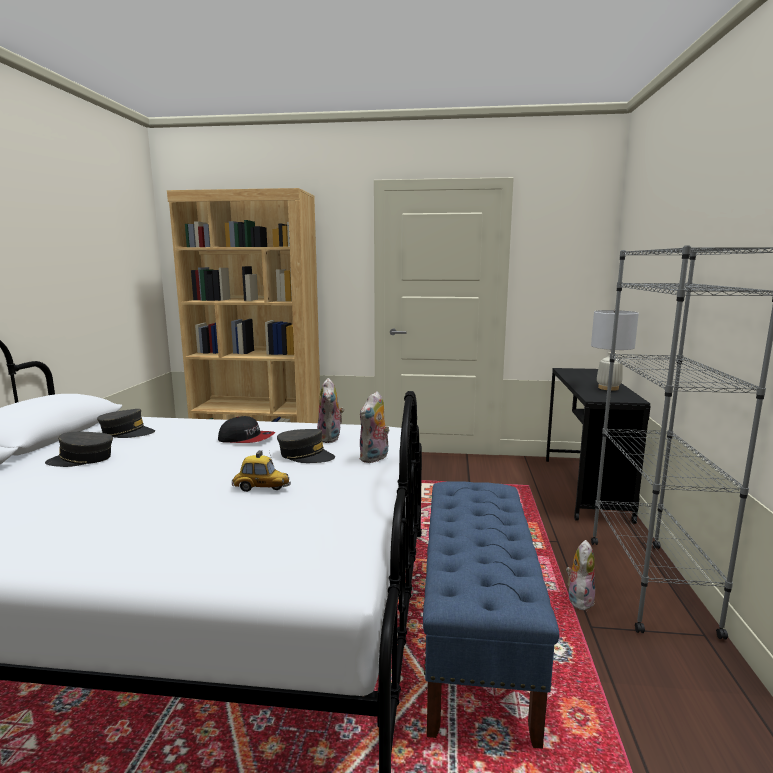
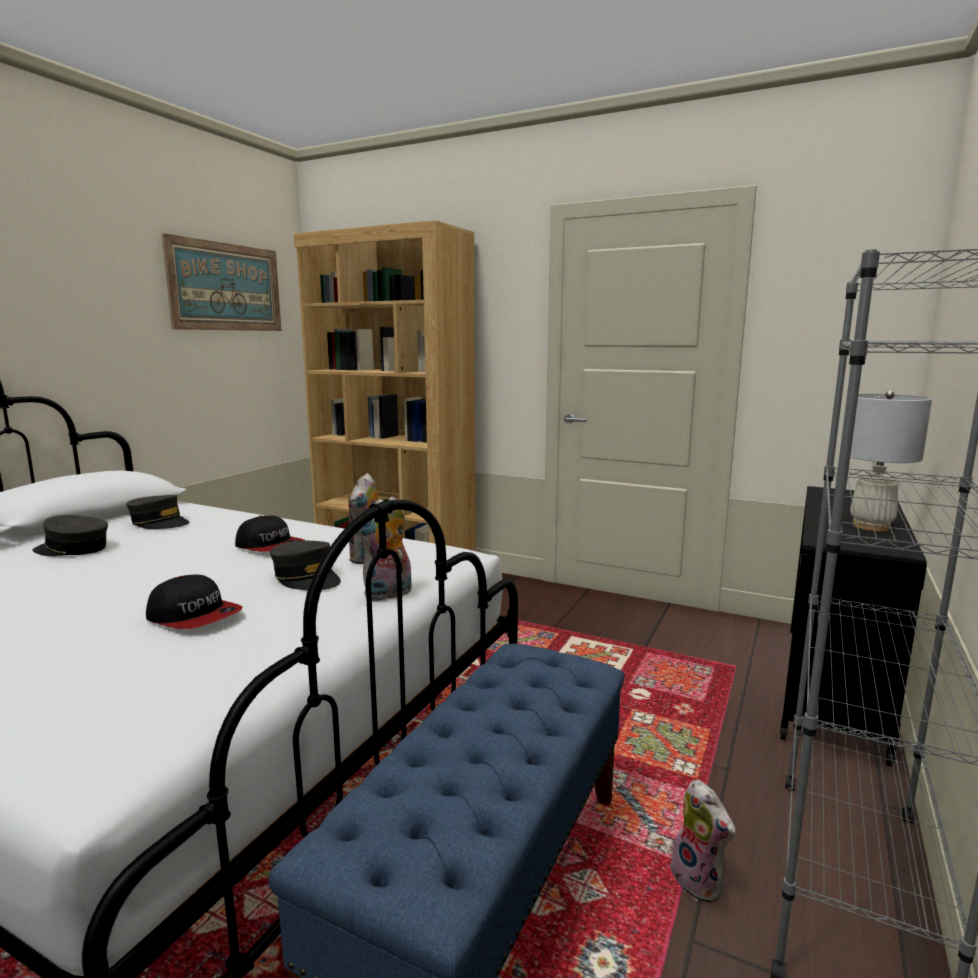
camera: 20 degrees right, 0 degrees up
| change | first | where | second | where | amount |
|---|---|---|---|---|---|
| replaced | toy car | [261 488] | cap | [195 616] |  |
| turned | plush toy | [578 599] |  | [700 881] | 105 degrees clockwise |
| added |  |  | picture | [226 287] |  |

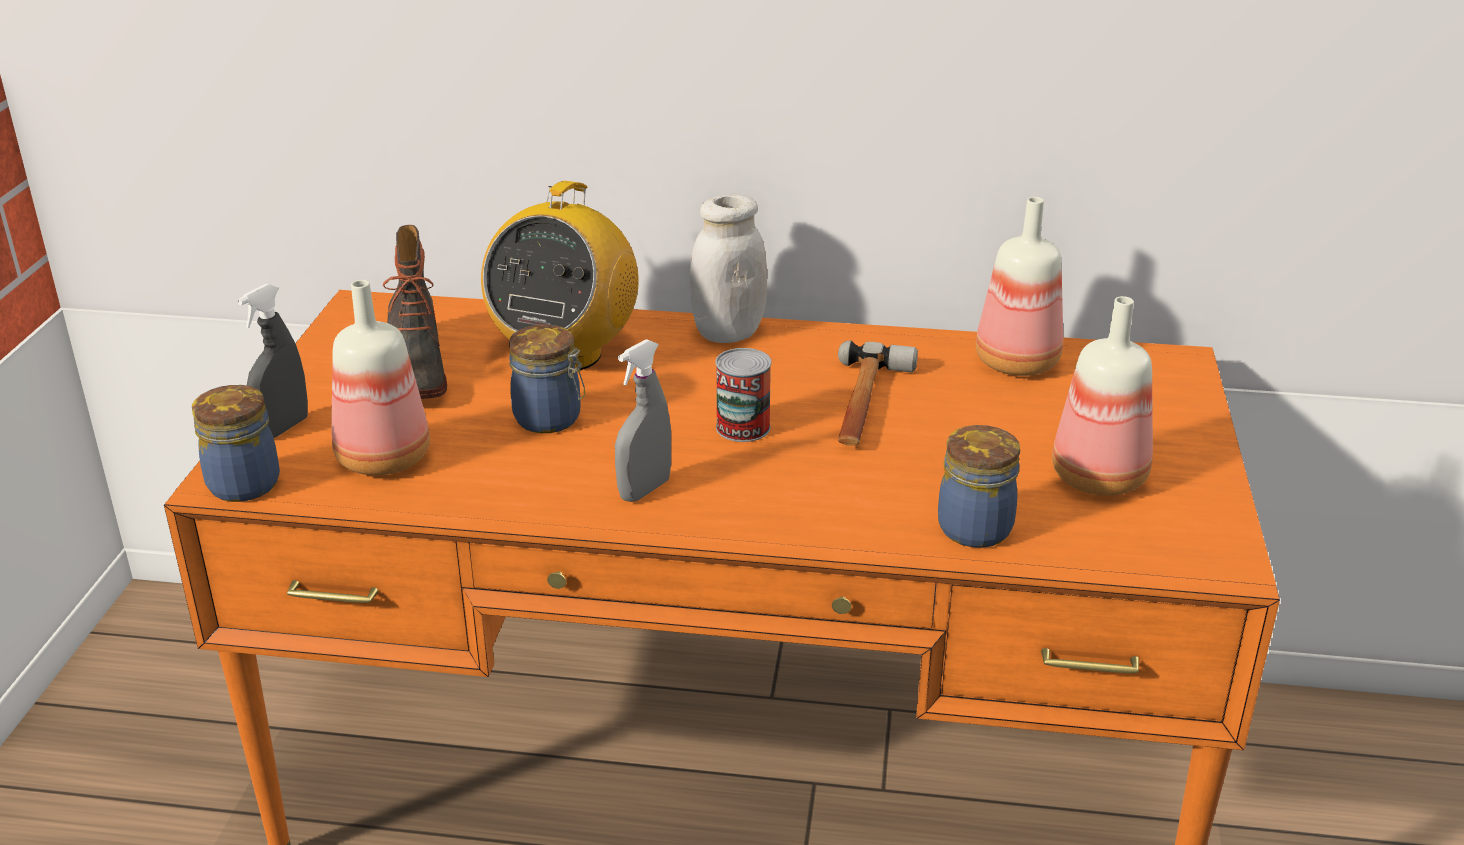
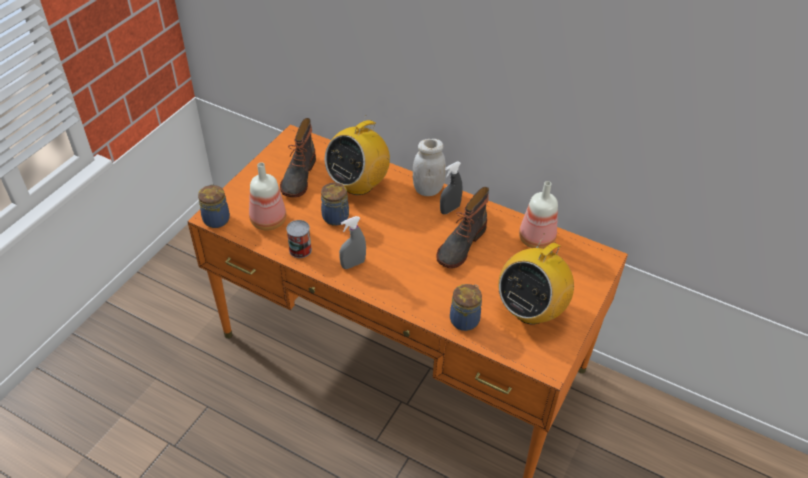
camera: 20 degrees right, 15 degrees up
| change | first | where | second | where | amount |
|---|---|---|---|---|---|
| moved | spray bottle (grey) | [283 428] |  | [450 209] |  |
| replaced | bottle | [1101 477] | radio | [530 310] |  |
| replaced | hammer | [866 405] | boot | [460 245] |  |
| moved | can | [743 427] |  | [300 249] |  |

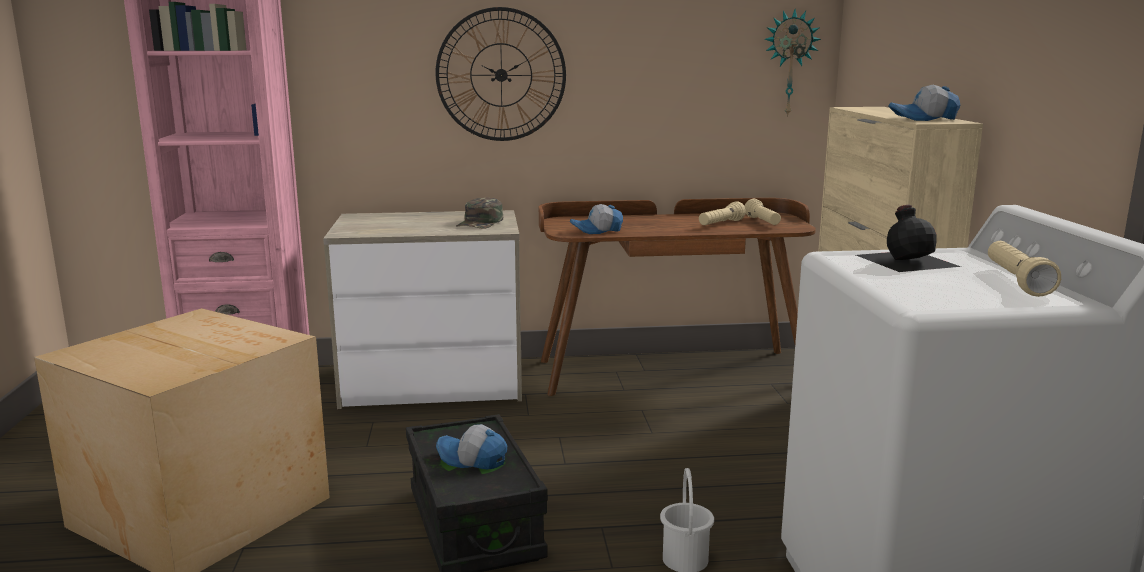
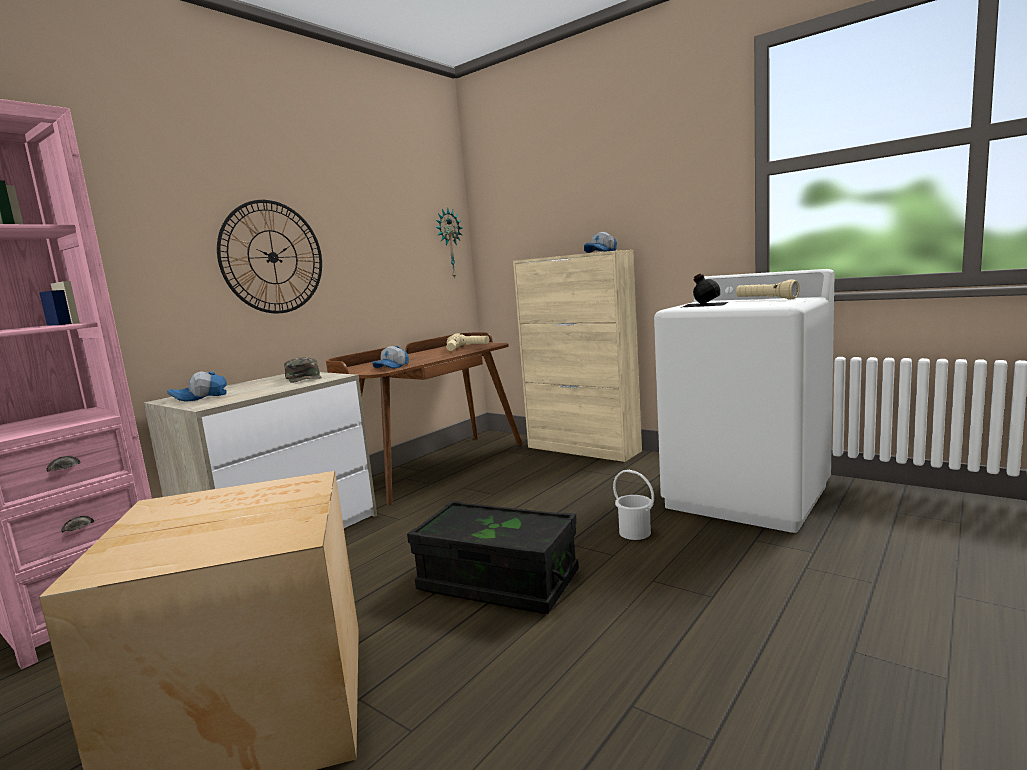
camera: 45 degrees left, 5 degrees down
| change | first | where | second | where | amount |
|---|---|---|---|---|---|
| moved | cap | [472 459] |  | [200 397] |  |

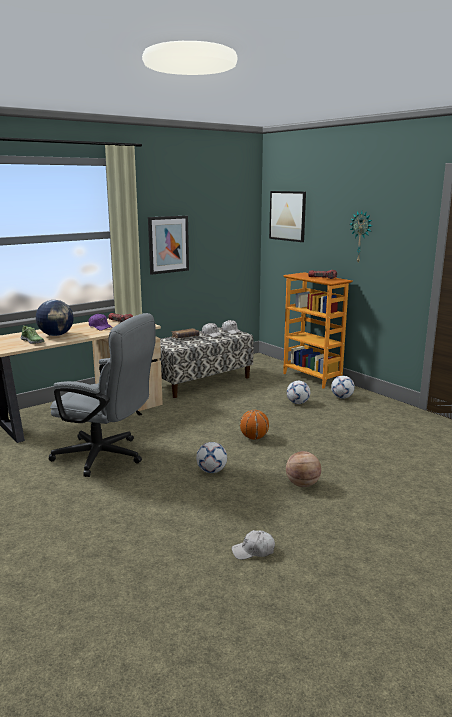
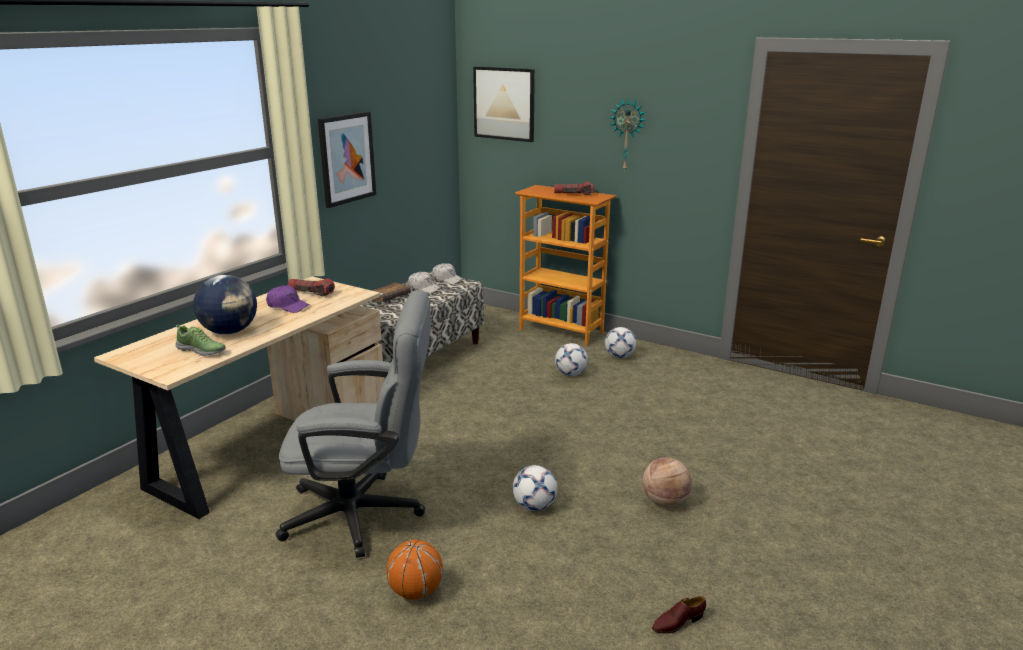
camera: 20 degrees left, 5 degrees up
| change | first | where | second | where | amount |
|---|---|---|---|---|---|
| moved | basketball | [254 438] |  | [415 592] |  |
| replaced | cap (white) | [253 551] | shoe (brown) | [677 622] |  |

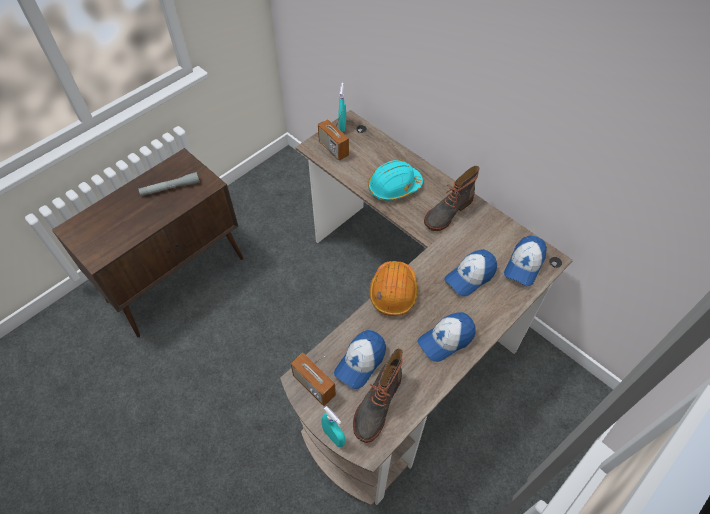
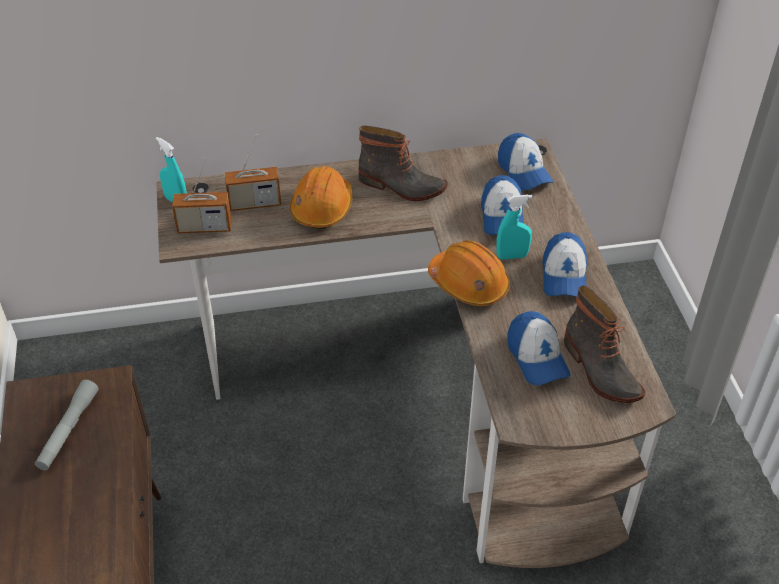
camera: 55 degrees left, 10 degrees down
| change | first | where | second | where | amount |
|---|---|---|---|---|---|
| recoloured | hard hat (turquoise) | [394 187] | hard hat (orange) | [322 208] |  |
| turned | boot | [447 211] |  | [401 187] | 60 degrees counterclockwise |
| moved | radio | [314 385] |  | [254 203] |  |
| moved | spray bottle (turquoise) | [334 437] |  | [512 256] |  |

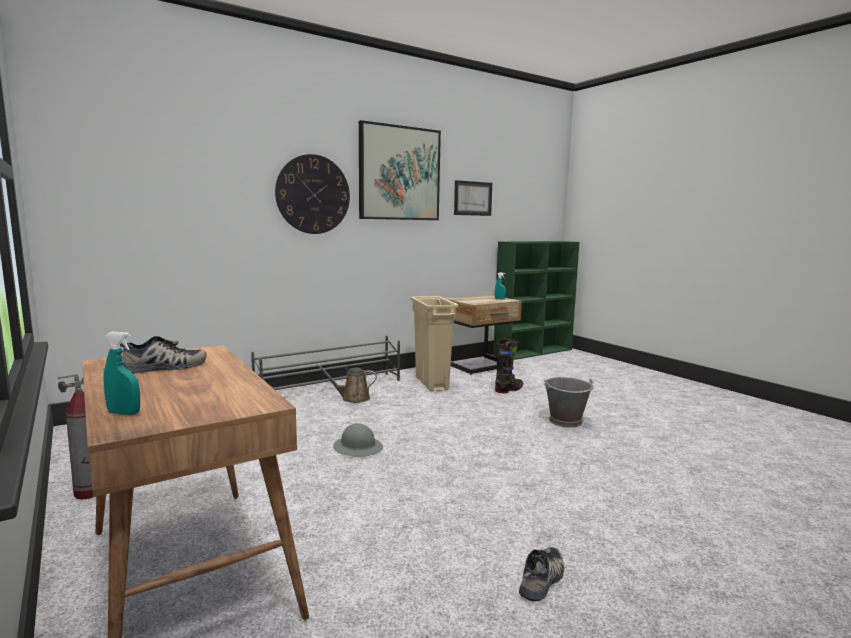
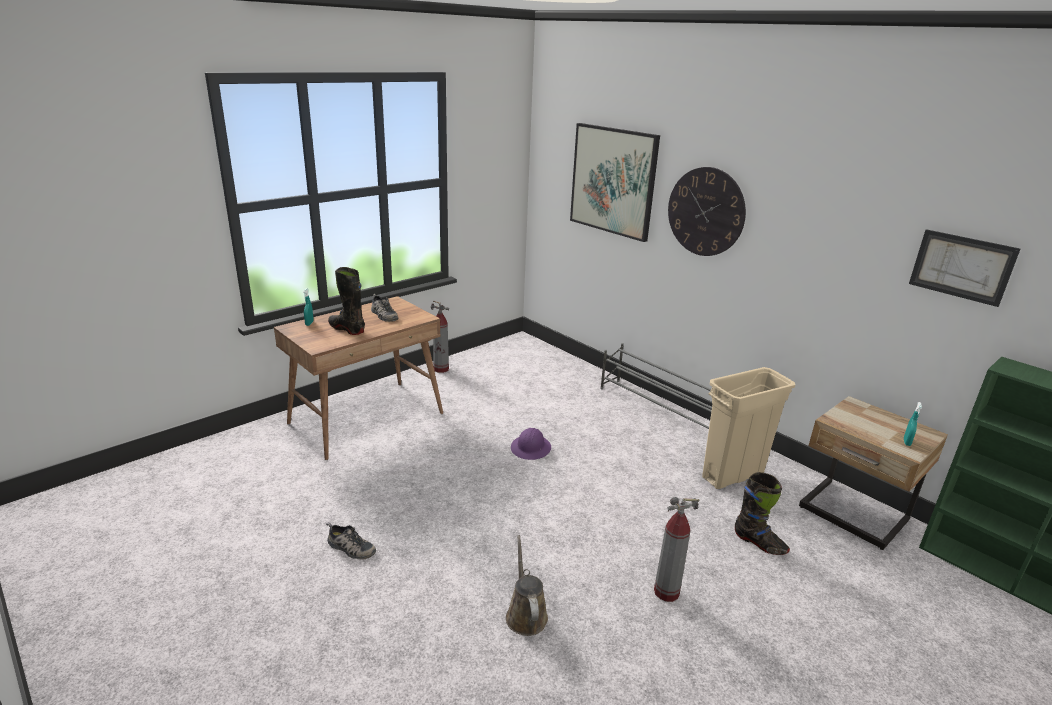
camera: 80 degrees right, 15 degrees up
| change | first | where | second | where | amount |
|---|---|---|---|---|---|
| moved | picture | [399 173] |  | [613 181] |  |
| moved | watering can (brown) | [352 398] |  | [525 614] |  |
| replaced | bucket (grey) | [566 421] | fire extinguisher | [666 592] |  |
| recoloured | hard hat (grey) | [358 448] | hard hat (purple) | [531 448] |  |
| added |  |  | boot (black) | [347 329] |  |

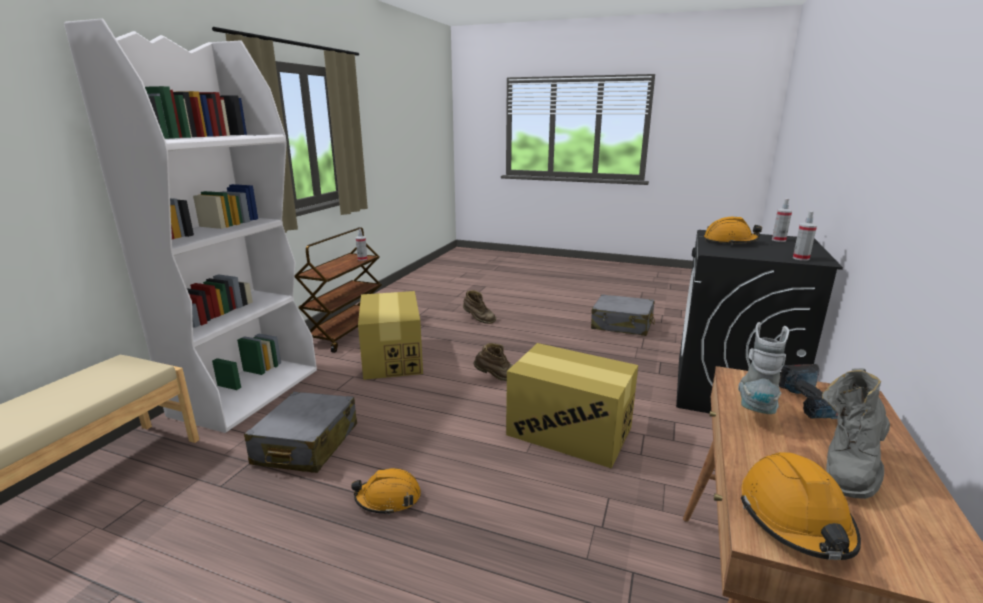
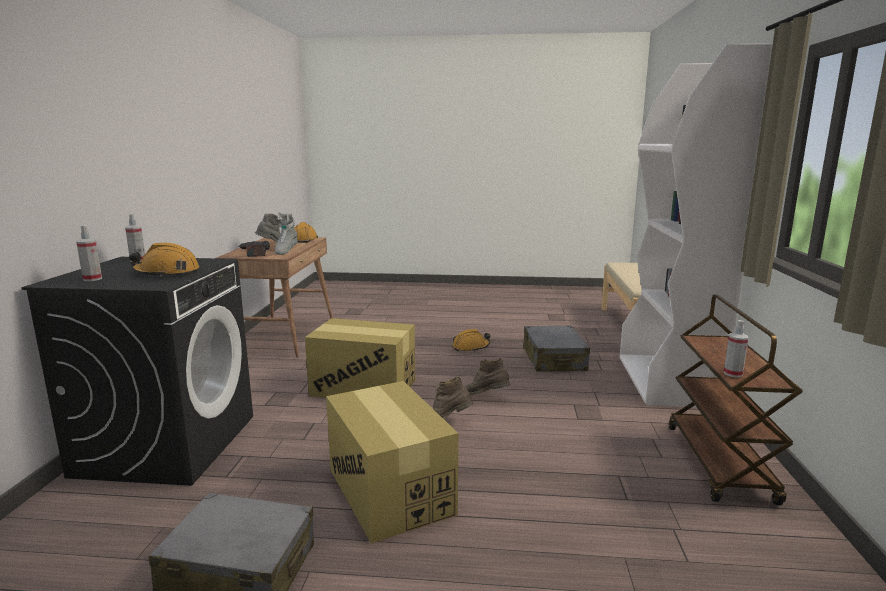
camera: 165 degrees right, 5 degrees down
| change | first | where | second | where | amount |
|---|---|---|---|---|---|
| moved | boot (brown) | [478 320] |  | [485 397] |  |
| moved | cardboard box | [392 357] |  | [390 491] |  |

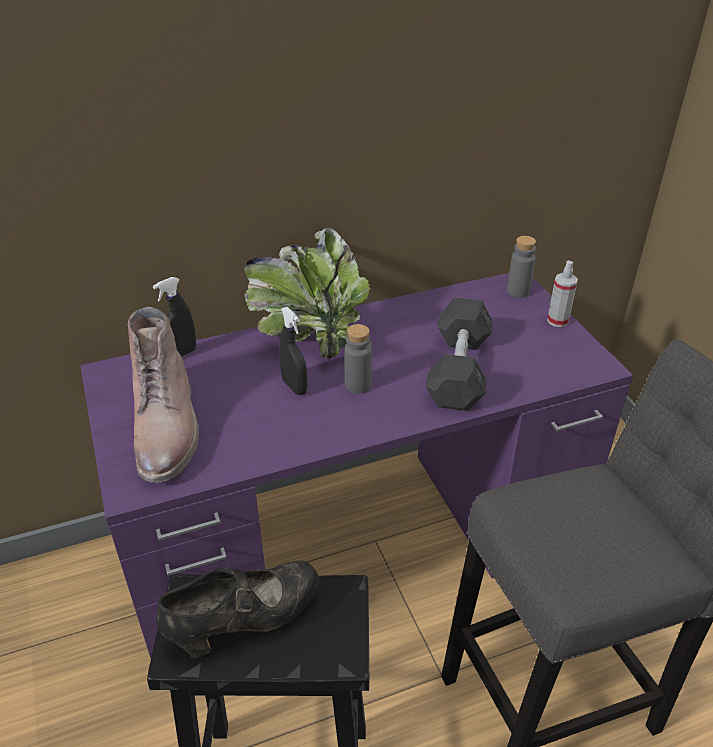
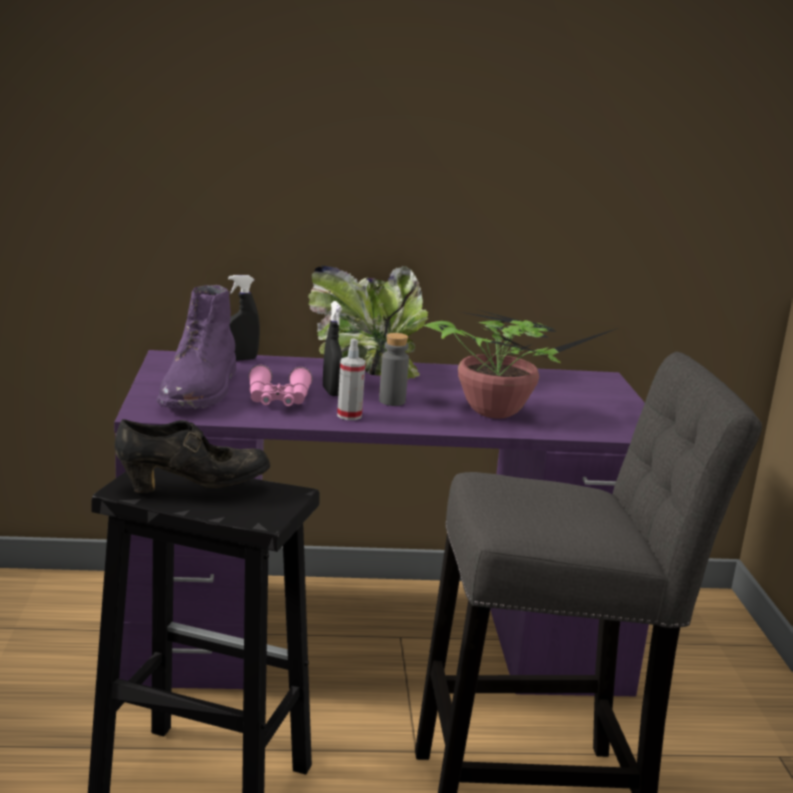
camera: 15 degrees right, 20 degrees down
| change | first | where | second | where | amount |
|---|---|---|---|---|---|
| removed | bottle (grey) | [518 291] |  |  |  |
| moved | spray bottle | [557 320] |  | [349 415] |  |
| replaced | dumbbell (grey) | [458 370] | potted plant | [498 411] |  |
| recoloured | boot (brown) | [168 427] | boot (purple) | [200 391] |  |
| added |  |  | binoculars (pink) | [278 400] |  |

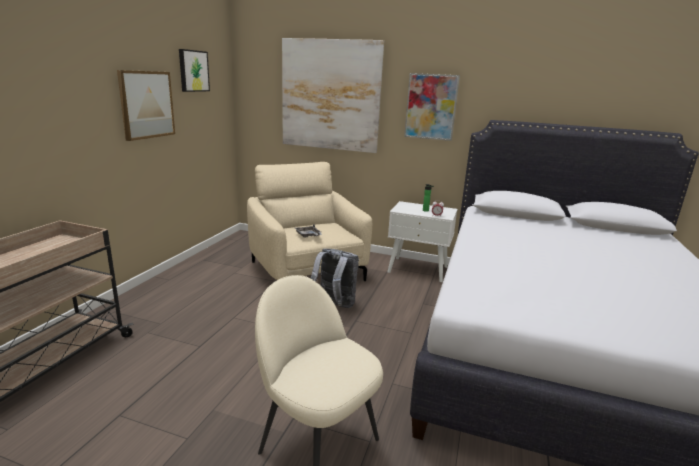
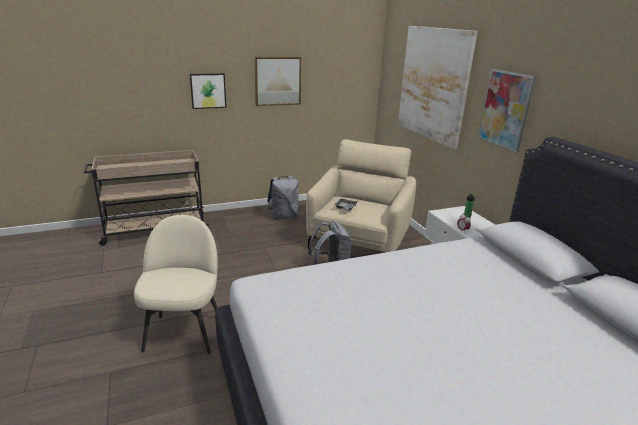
camera: 50 degrees right, 5 degrees up
| change | first | where | second | where | amount |
|---|---|---|---|---|---|
| moved | picture | [193 71] |  | [208 90] |  |
| added |  |  | backpack (grey) | [284 216] |  |

